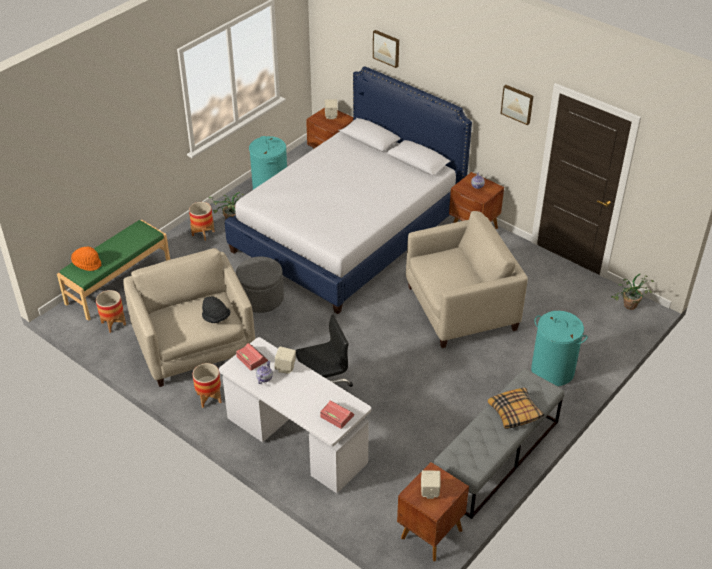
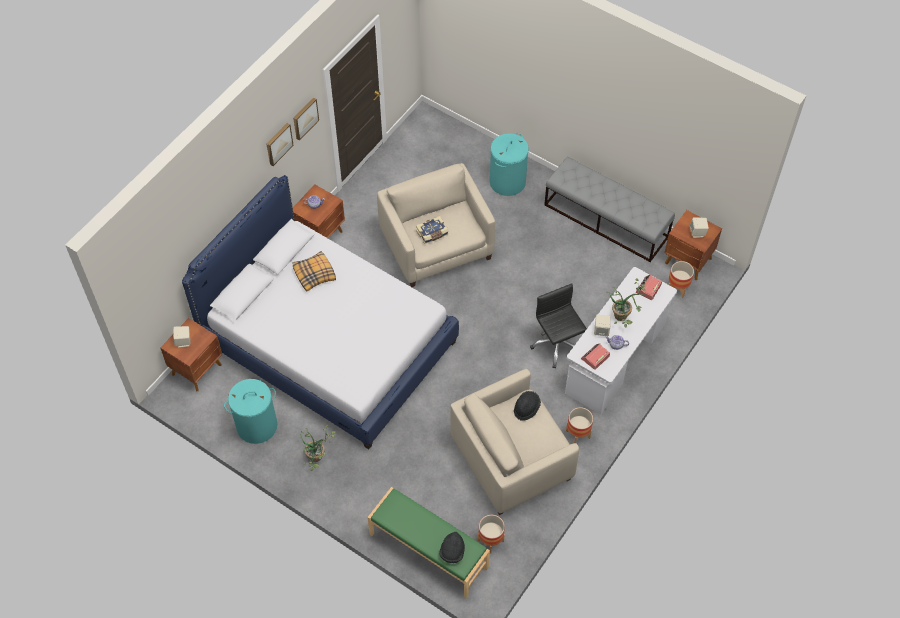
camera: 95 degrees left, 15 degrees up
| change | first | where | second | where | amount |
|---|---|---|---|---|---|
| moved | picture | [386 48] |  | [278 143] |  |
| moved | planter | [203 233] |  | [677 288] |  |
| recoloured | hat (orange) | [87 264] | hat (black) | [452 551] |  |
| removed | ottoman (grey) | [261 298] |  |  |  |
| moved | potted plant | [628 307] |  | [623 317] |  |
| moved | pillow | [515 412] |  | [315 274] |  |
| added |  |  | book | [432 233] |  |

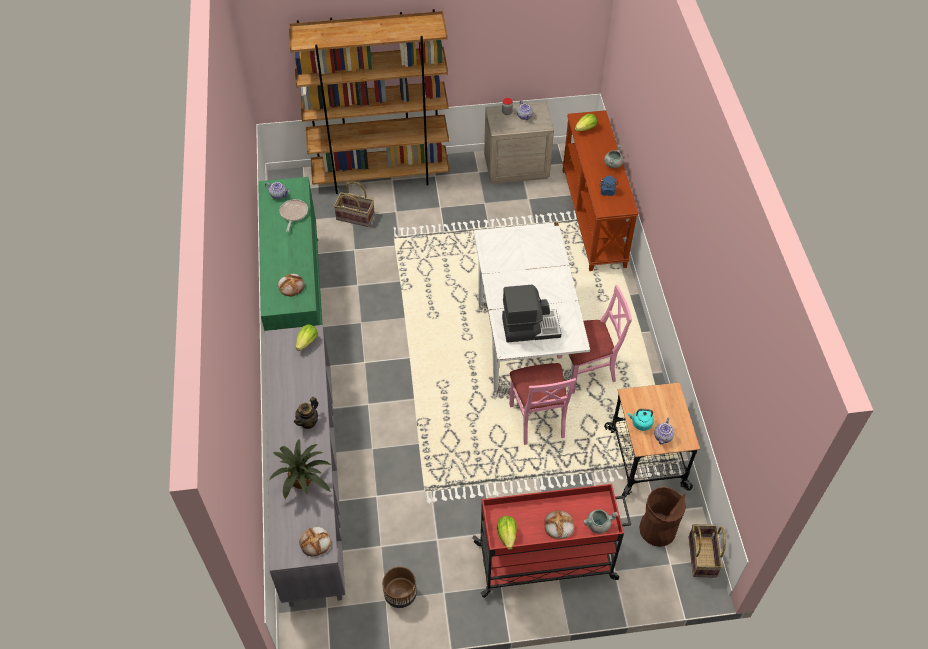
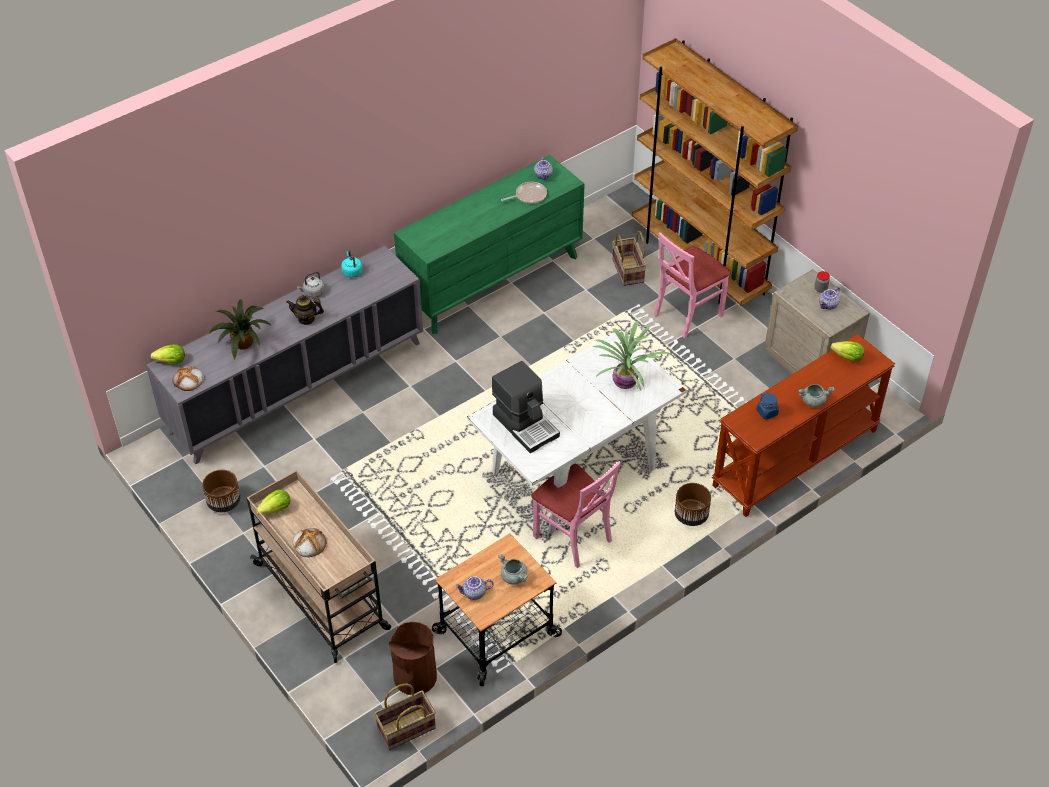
camera: 60 degrees right, 5 degrees down
| change | first | where | second | where | amount |
|---|---|---|---|---|---|
| removed | bread | [291 286] |  |  |  |
| moved | lettuce | [307 342] |  | [171 361] |  |
| moved | chair (pink) | [538 420] |  | [687 314] |  |
| moved | kettle (turquoise) | [640 423] |  | [352 271] |  |
| recoloured | cart (red) | [547 561] | cart (beige) | [322 597] |  |
| moved | cooking pot (grey) | [598 524] |  | [514 577] |  |
| added |  |  | kettle (grey) | [313 292] |  |
| added |  |  | potted plant | [626 383] |  |
| added |  |  | planter (brown) | [690 515] |  |

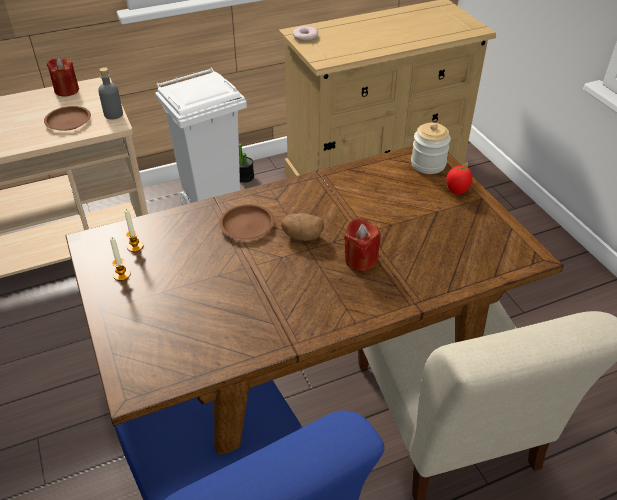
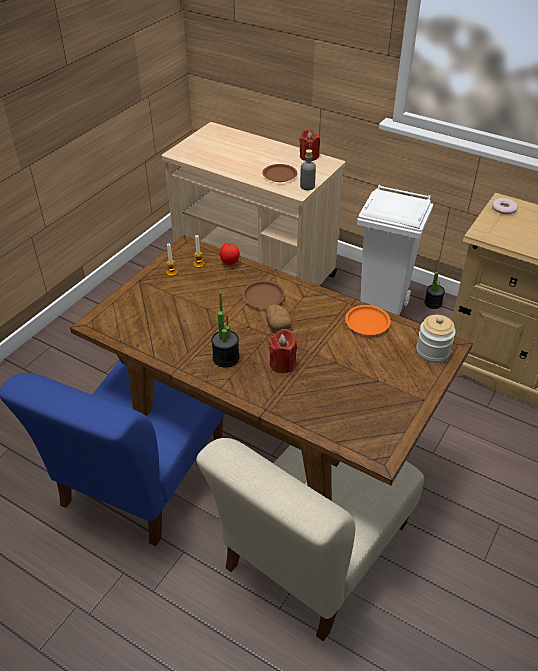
camera: 55 degrees right, 0 degrees up
| change | first | where | second | where | amount |
|---|---|---|---|---|---|
| moved | tomato | [457 191] |  | [229 263] |  |
| added |  |  | potted plant | [226 358] |  |
| added |  |  | plate (orange) | [367 323] |  |

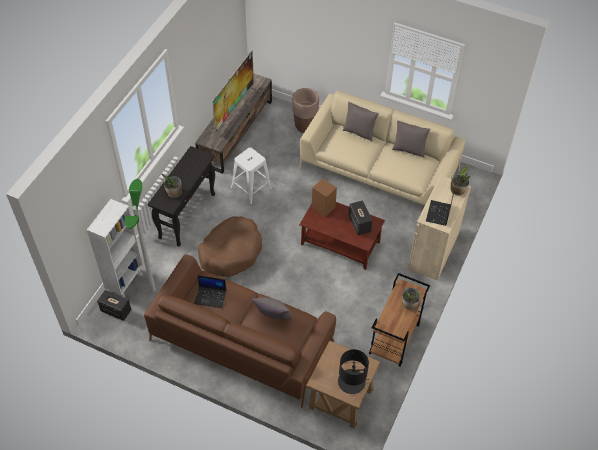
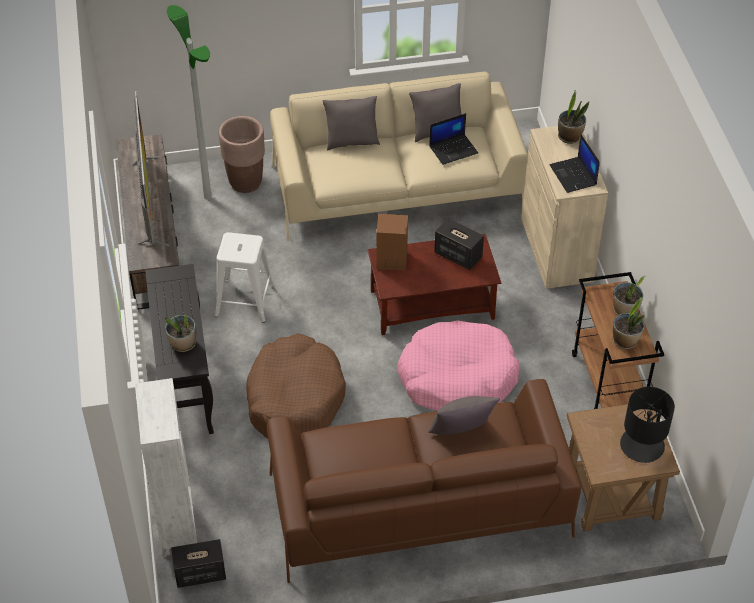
camera: 35 degrees left, 5 degrees down
| change | first | where | second | where | amount |
|---|---|---|---|---|---|
| moved | floor lamp | [152 289] |  | [207 196] |  |
| moved | laptop | [211 297] |  | [453 149] |  |
| added |  |  | potted plant | [625 341] |  |
| added |  |  | dog bed (pink) | [457 377] |  |

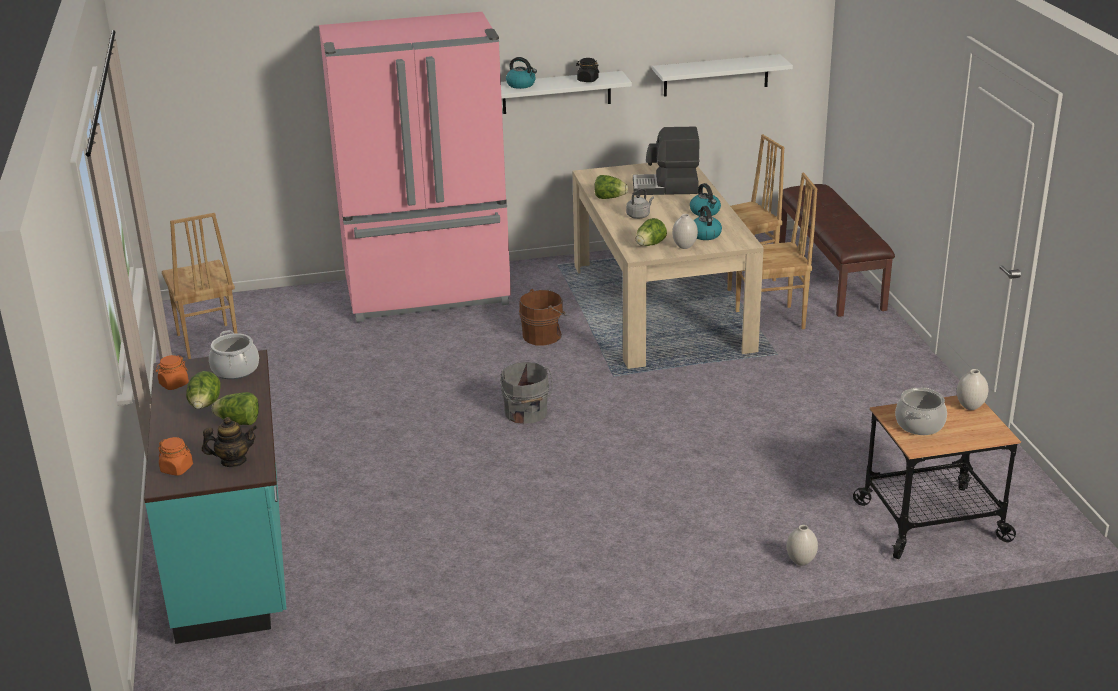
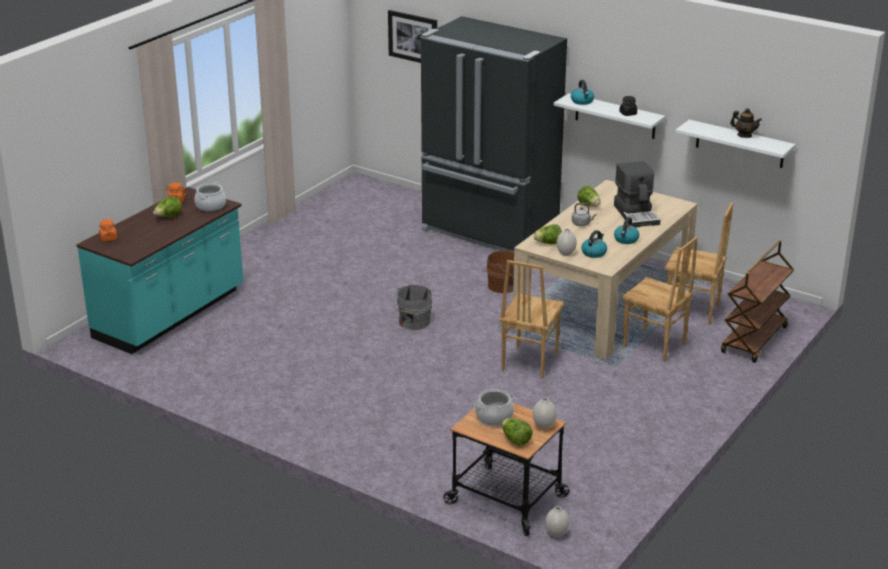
camera: 45 degrees right, 0 degrees up
| change | first | where | second | where | amount |
|---|---|---|---|---|---|
| recoloured | fridge (pink) | [428 293] | fridge (black) | [489 232] |  |
| turned | coffee machine | [666 187] |  | [637 214] | 150 degrees counterclockwise |
| replaced | bench (brown) | [831 276] | cart (brown) | [754 340] |  |
| moved | chair (brown) | [206 342] |  | [528 362] |  |
| moved | lettuce | [238 422] |  | [515 440] |  |
| moved | teapot | [233 461] |  | [744 135] |  |
| moved | vase (white) | [800 561] |  | [556 534] |  |
| added |  |  | picture | [413 37] |  |

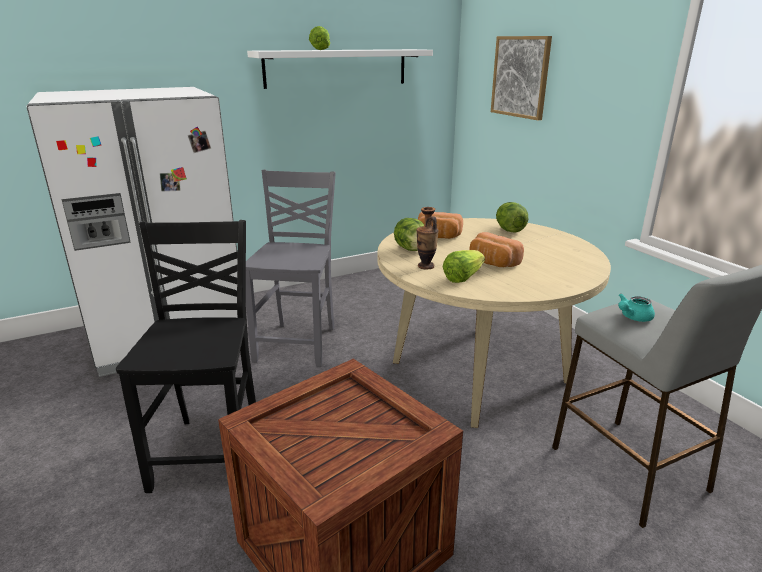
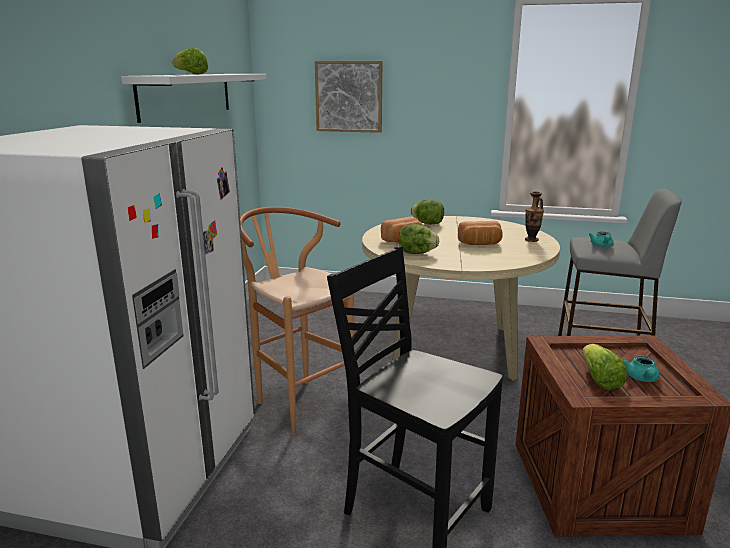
camera: 50 degrees left, 5 degrees down
| change | first | where | second | where | amount |
|---|---|---|---|---|---|
| replaced | chair (grey) | [298 343] | stool (brown) | [297 401] |  |
| moved | vase | [426 266] |  | [531 240] |  |
| moved | lettuce | [463 277] |  | [599 379] |  |
| added |  |  | teapot (turquoise) | [641 379] |  |

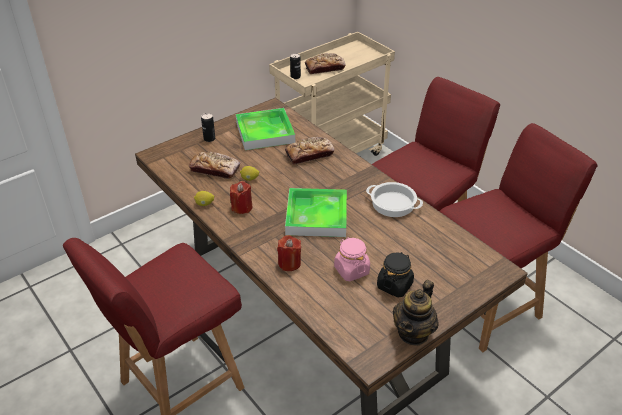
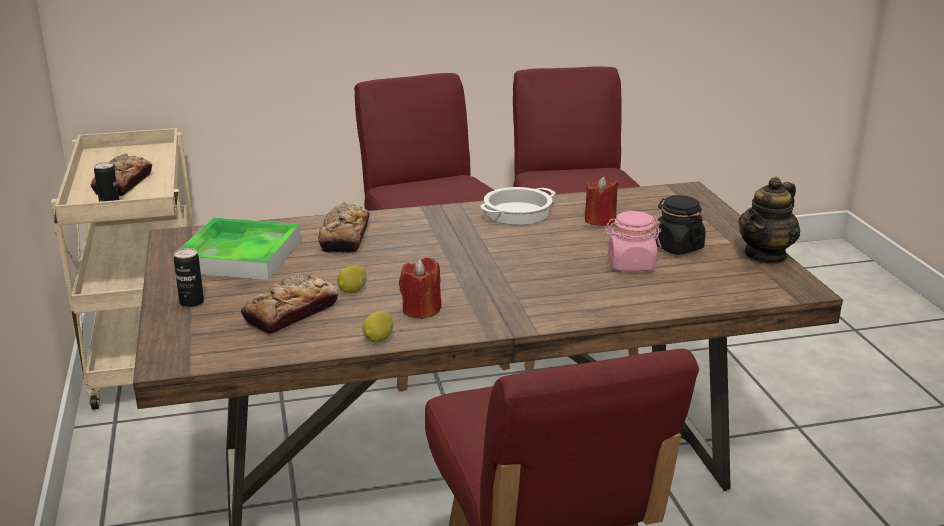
camera: 65 degrees left, 15 degrees down
| change | first | where | second | where | amount |
|---|---|---|---|---|---|
| removed | tray | [316 216] |  |  |  |
| moved | candle (red) | [289 263] |  | [600 220] |  |
| turned | teapot | [413 333] |  | [766 255] | 75 degrees clockwise |

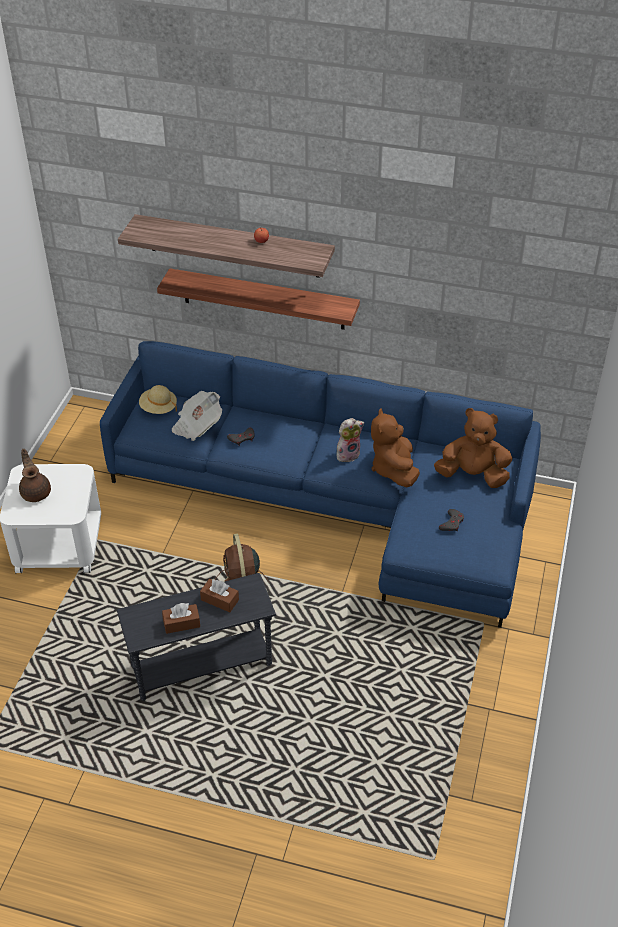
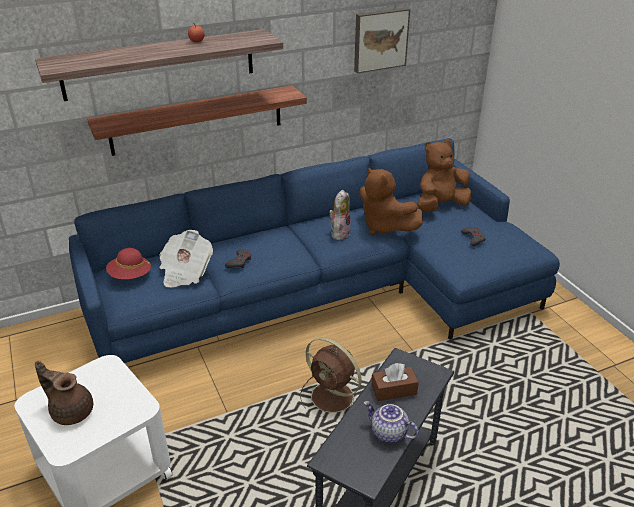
camera: 40 degrees left, 10 degrees down
| change | first | where | second | where | amount |
|---|---|---|---|---|---|
| recoloured | hat (beige) | [158 408] | hat (red) | [130 276] |  |
| replaced | tissue box (brown) | [181 623] | teapot | [388 433] |  |
| added |  |  | picture | [380 39] |  |

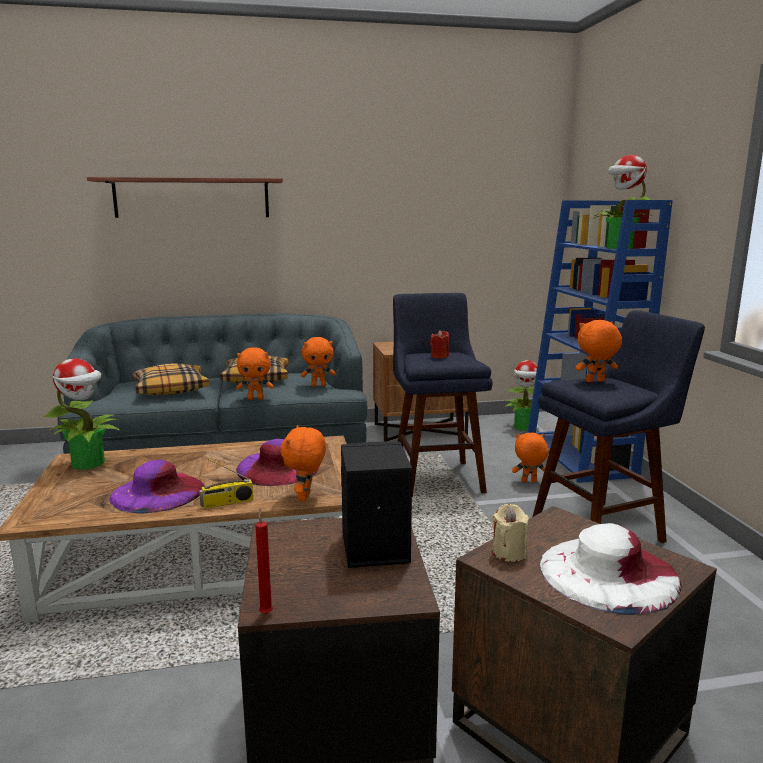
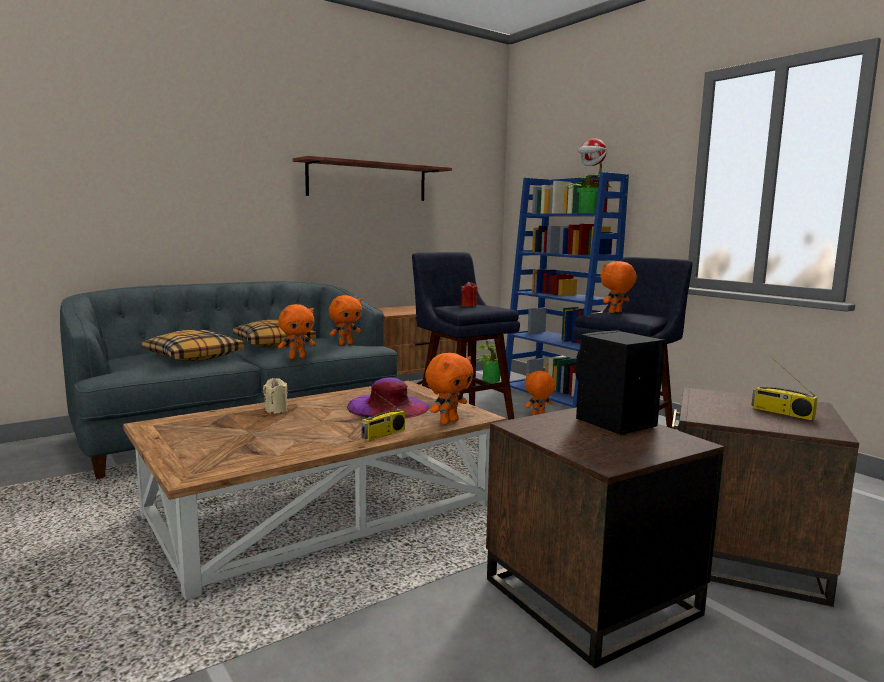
camera: 25 degrees left, 5 degrees down
| change | first | where | second | where | amount |
|---|---|---|---|---|---|
| moved | shelf | [192 198] |  | [368 181] |  |
| removed | potted plant | [89 463] |  |  |  |
| turned | plush toy (orange) | [305 497] |  | [448 421] | 120 degrees counterclockwise |
| removed | hat (purple) | [157 492] |  |  |  |
| moved | candle (beige) | [509 553] |  | [276 410] |  |
| removed | candle (red) | [266 612] |  |  |  |
| replaced | hat (white) | [608 573] | radio | [781 413] |  |

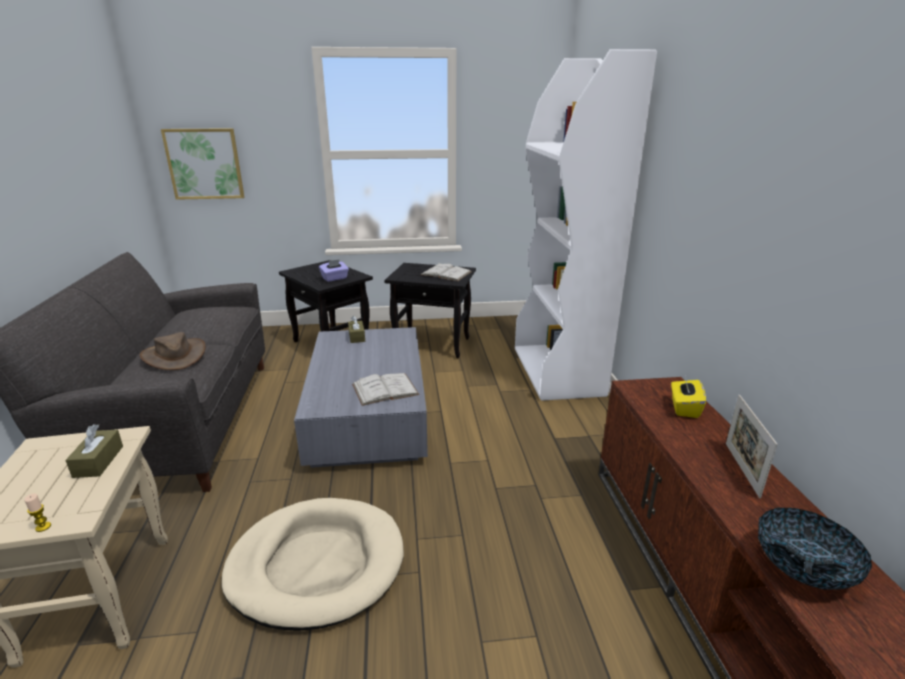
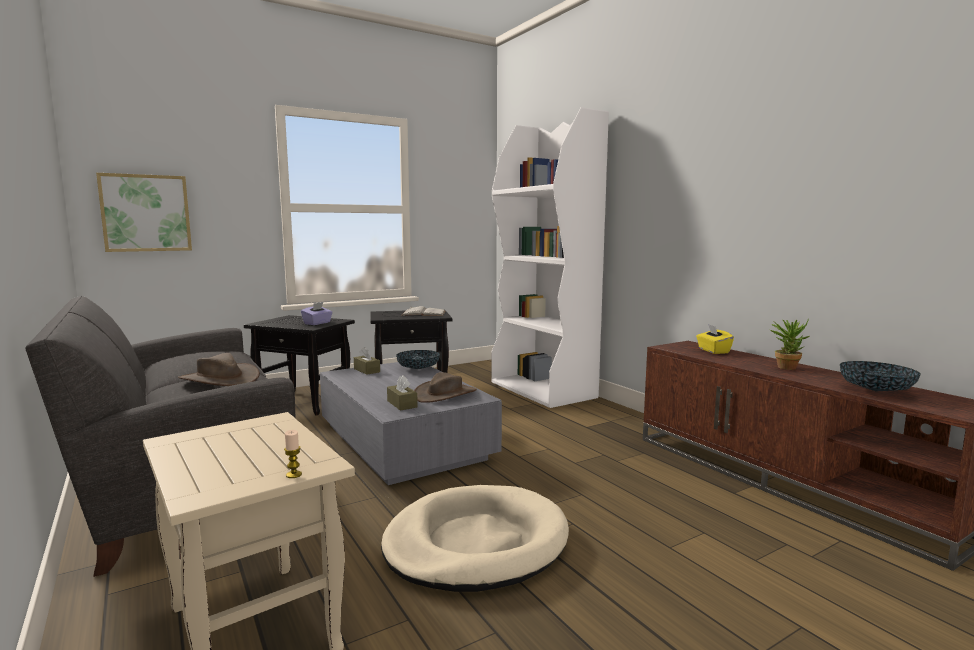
camera: 25 degrees left, 15 degrees down
| change | first | where | second | where | amount |
|---|---|---|---|---|---|
| replaced | book (white) | [385 389] | hat (brown) | [445 394] |  |
| replaced | picture frame | [742 469] | potted plant | [786 366] |  |
| moved | tissue box (brown) | [98 461] |  | [402 404] |  |
| added |  |  | bowl | [418 369] |  |

